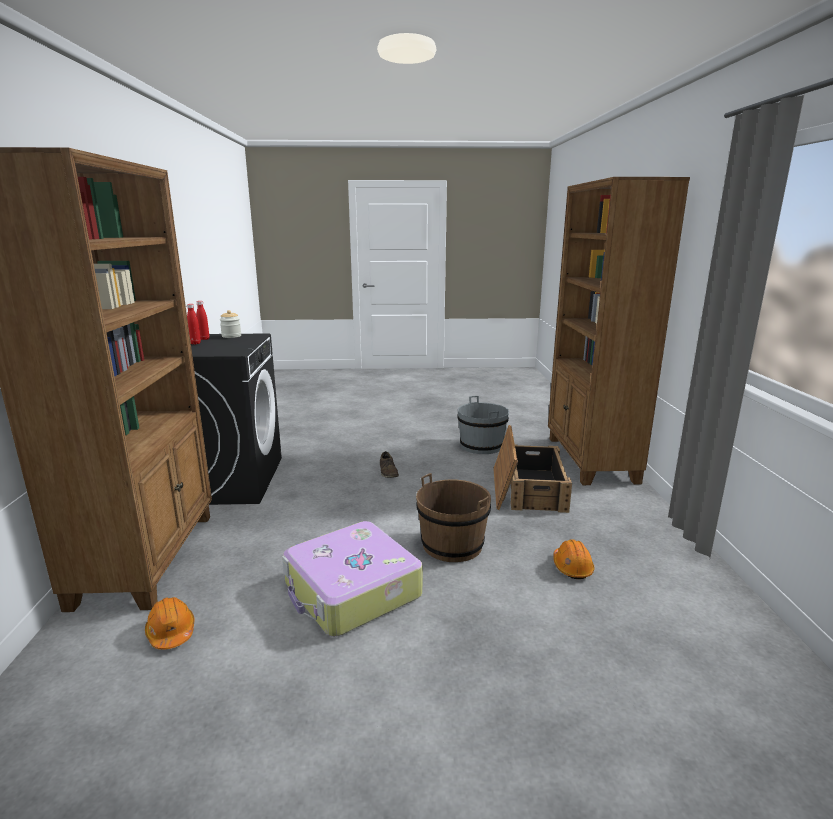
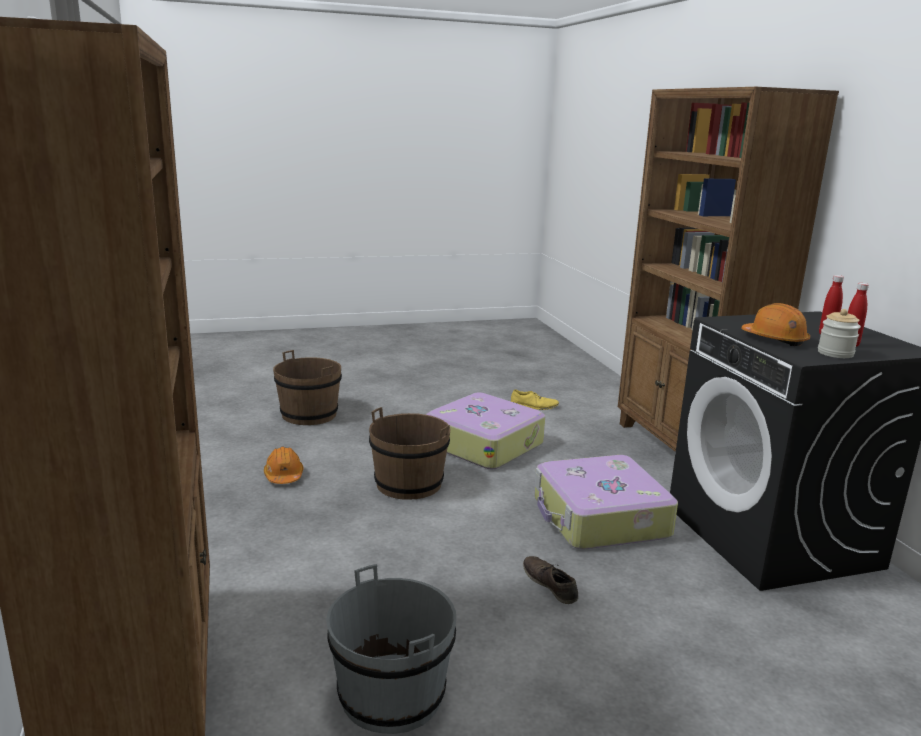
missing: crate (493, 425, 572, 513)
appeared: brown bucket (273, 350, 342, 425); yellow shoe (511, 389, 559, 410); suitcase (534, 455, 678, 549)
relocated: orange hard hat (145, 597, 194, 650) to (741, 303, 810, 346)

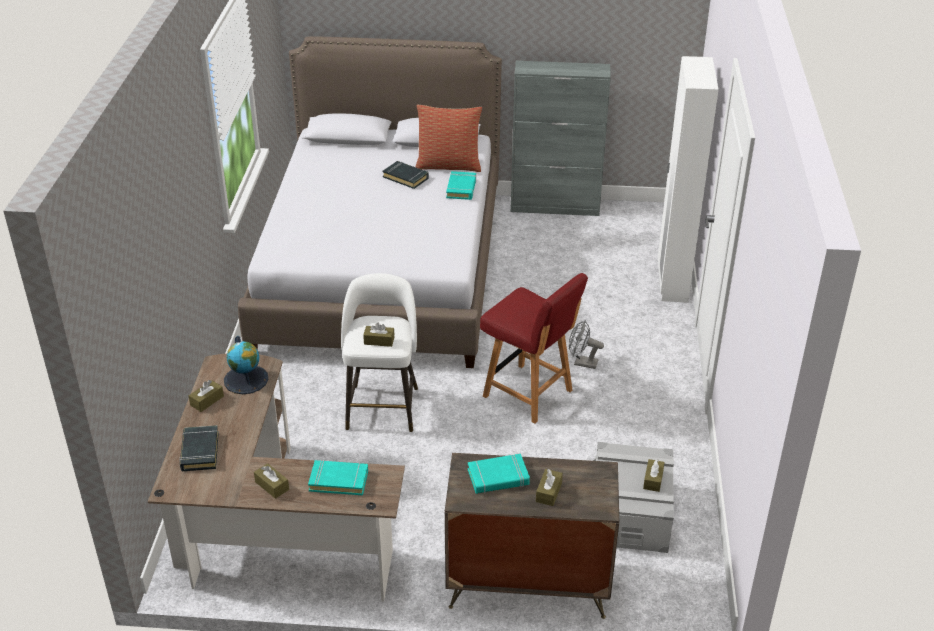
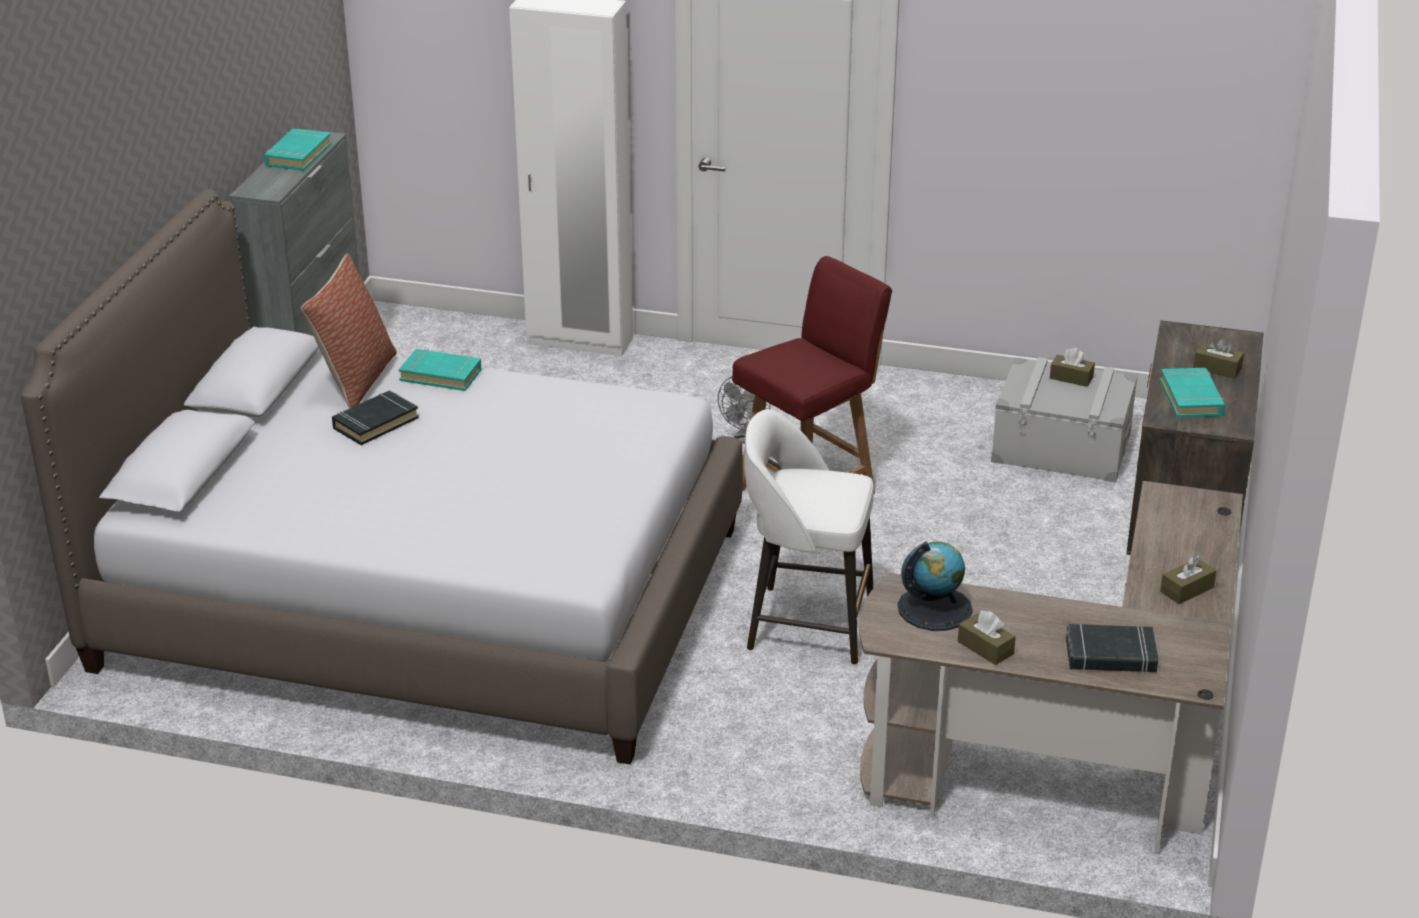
missing: brown tissue box (363, 323, 394, 347)
relocated: turquoise book (308, 460, 368, 495) to (264, 129, 331, 171)

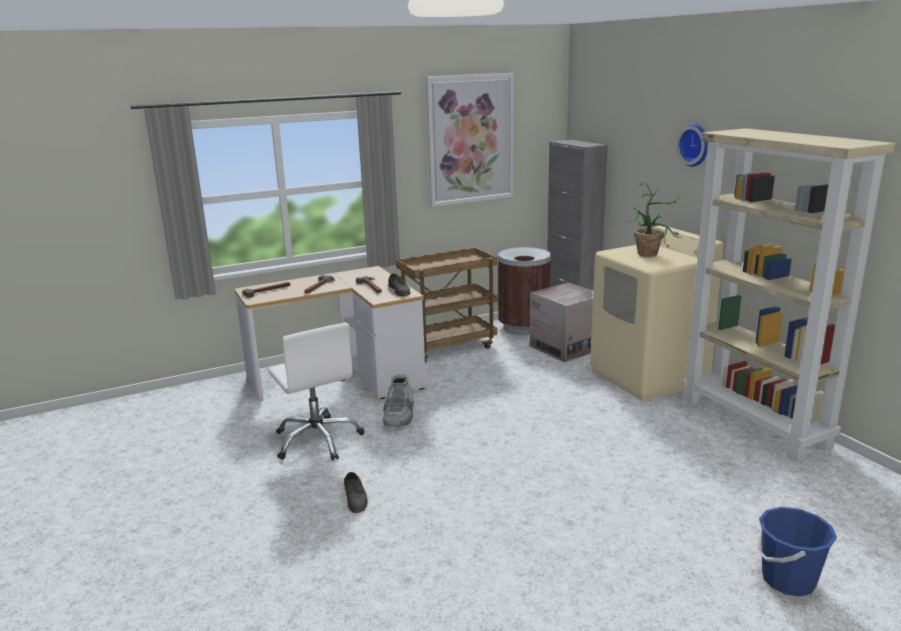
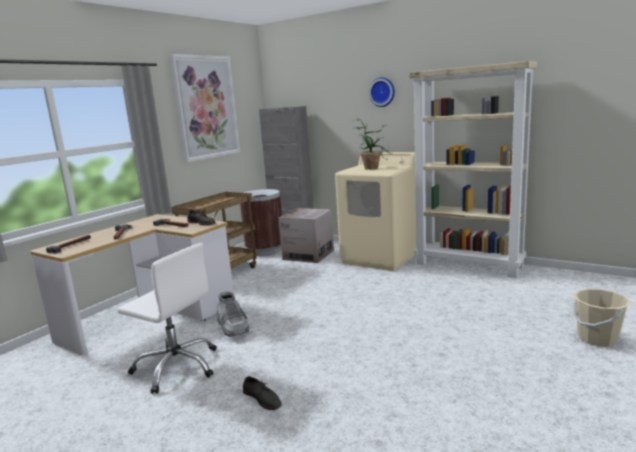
colour: blue bucket (757, 507, 837, 596) to beige bucket (573, 289, 631, 347)

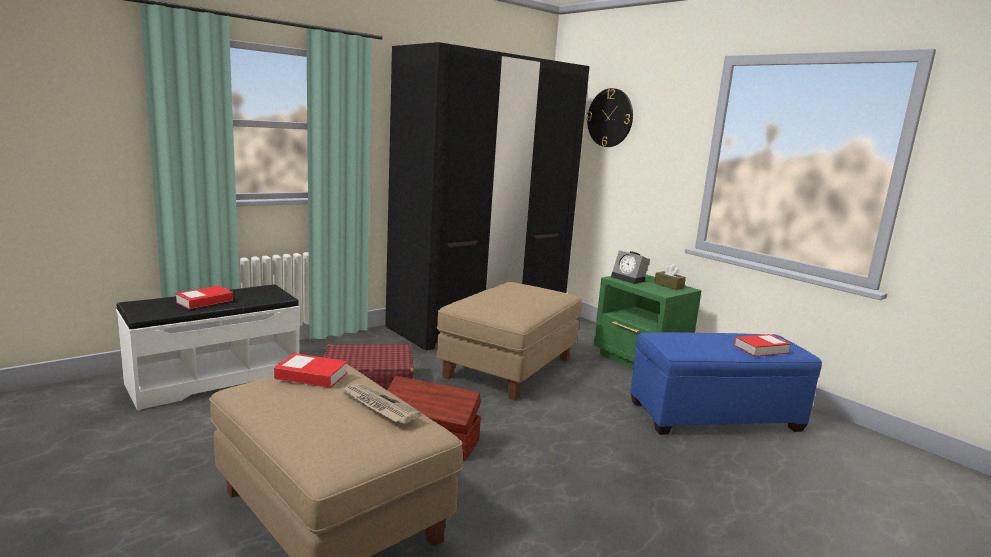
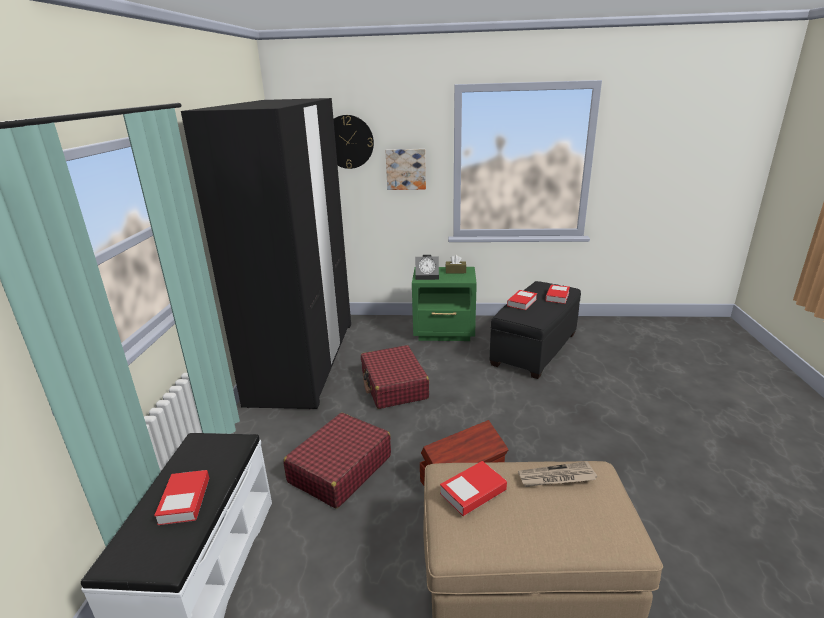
appeared: picture (386, 149, 426, 190); book (507, 290, 537, 310)
exchanged: beige ottoman (437, 282, 582, 400) to red suitcase (361, 345, 429, 409)
colour: blue ottoman (630, 332, 822, 435) to black ottoman (490, 281, 581, 379)

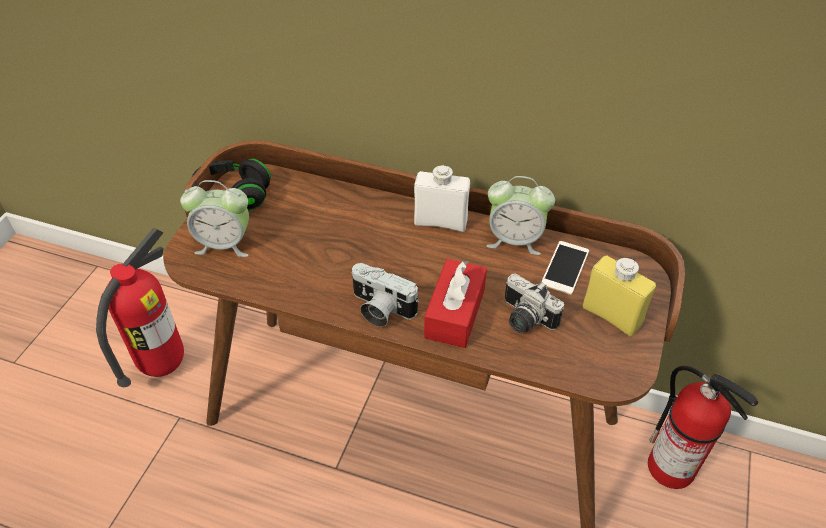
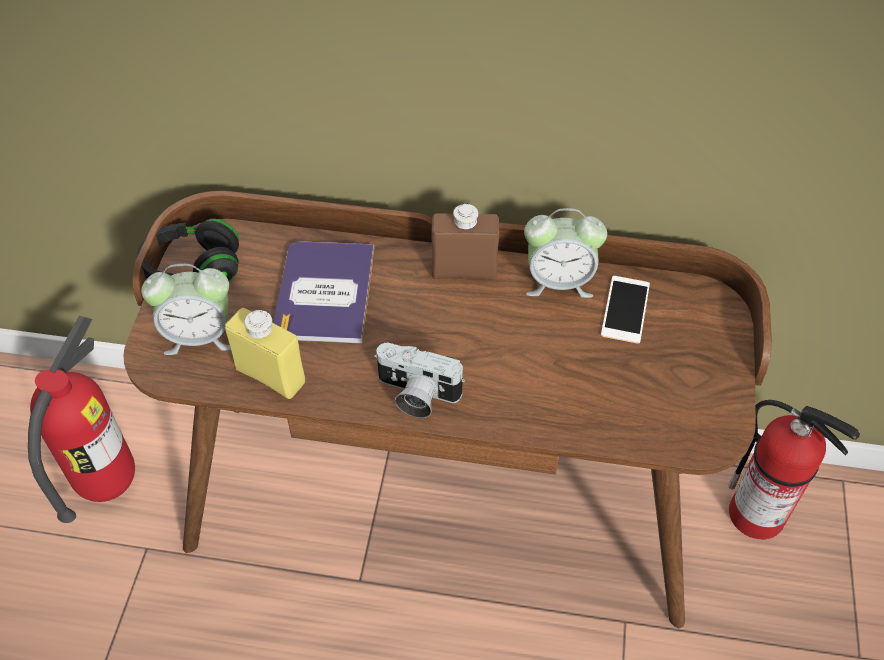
missing: red tissue box (424, 259, 487, 348); photo camera (505, 274, 564, 333)
appeared: book (273, 241, 374, 344)
relocated: yellow bottle (583, 256, 656, 337) to (225, 308, 305, 399)
colour: white bottle (414, 165, 470, 232) to brown bottle (431, 203, 499, 280)

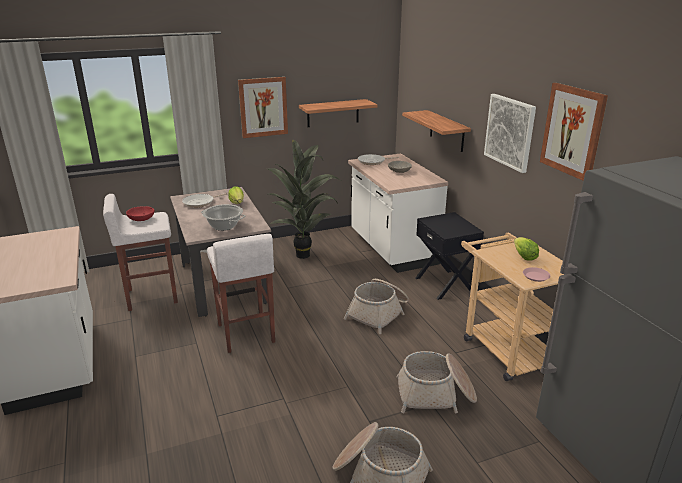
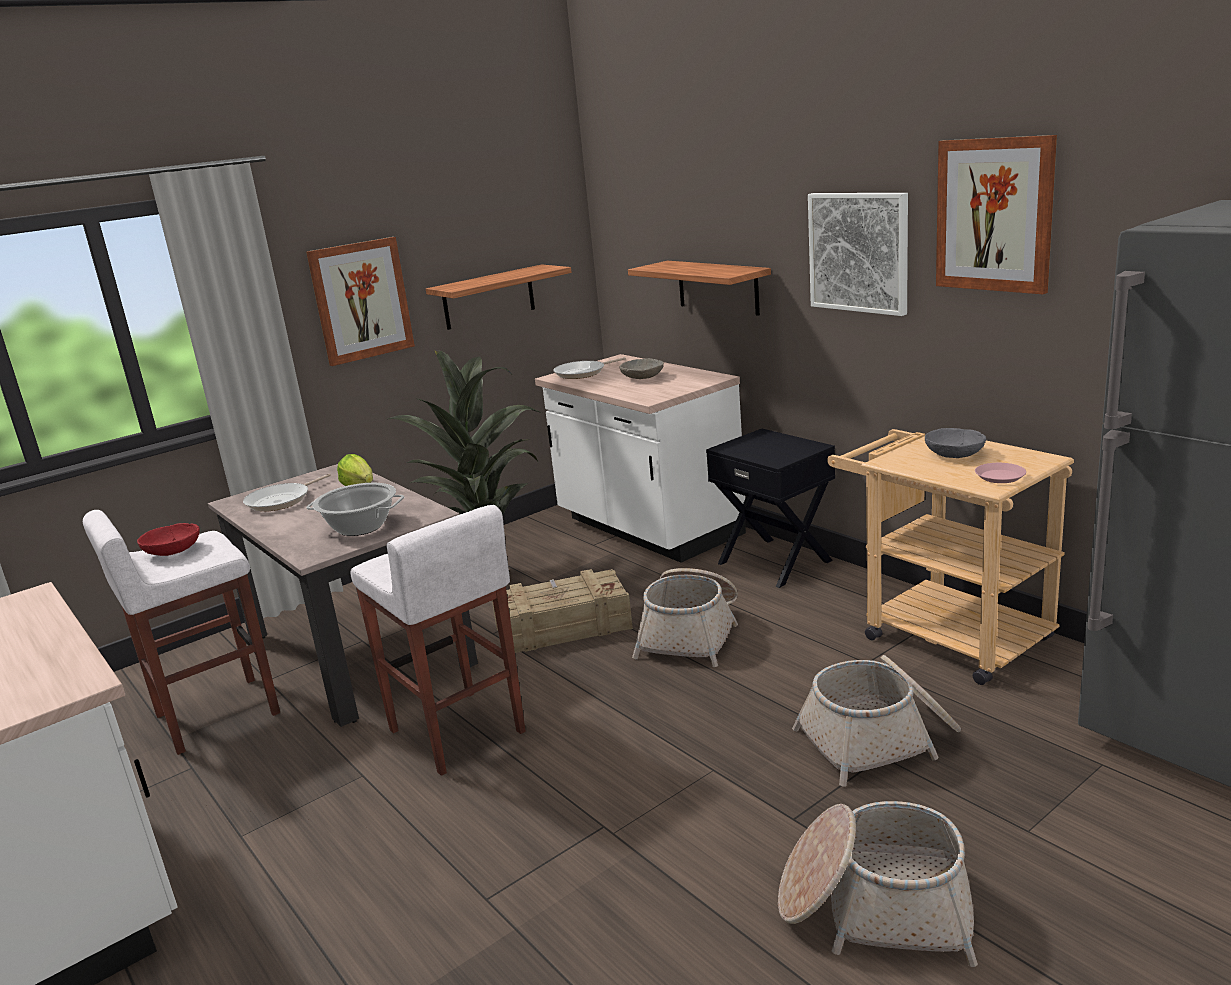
appeared: crate (492, 569, 633, 653)
exchanged: lettuce (514, 237, 539, 261) to grey bowl (925, 428, 986, 458)

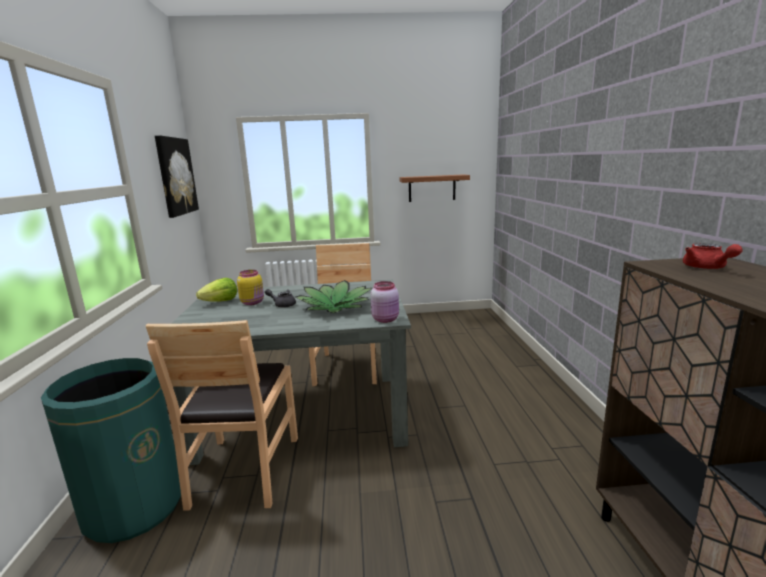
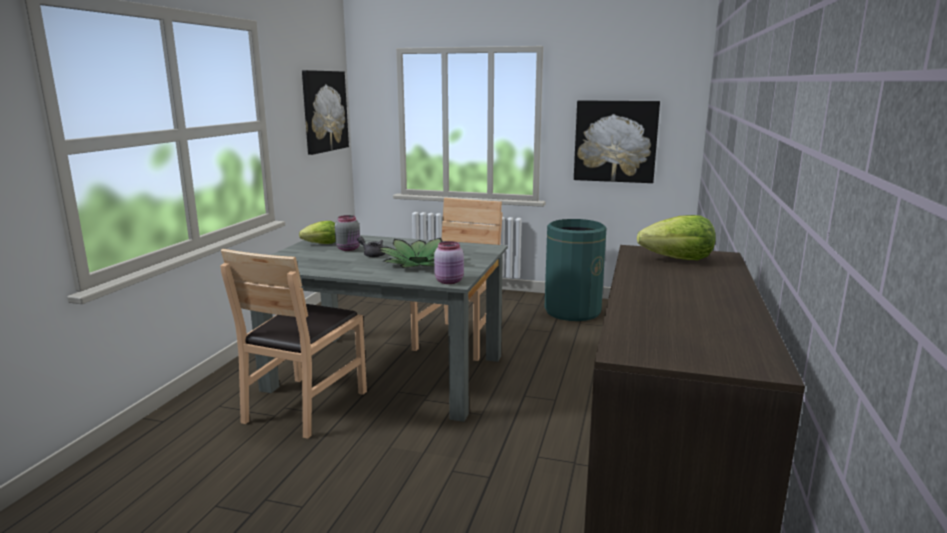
relocated: green trash can (41, 358, 181, 543) to (545, 219, 607, 321)
exchanged: shelf (399, 174, 470, 202) to picture (574, 100, 660, 183); red teapot (683, 243, 743, 269) to lettuce (637, 215, 716, 260)
colour: yellow jar (237, 270, 264, 305) to grey jar (335, 215, 360, 251)

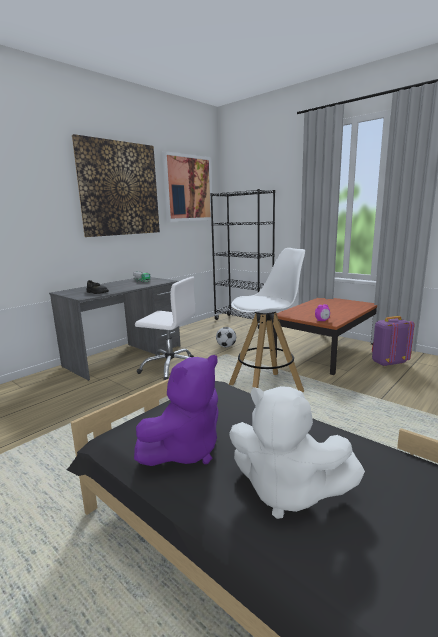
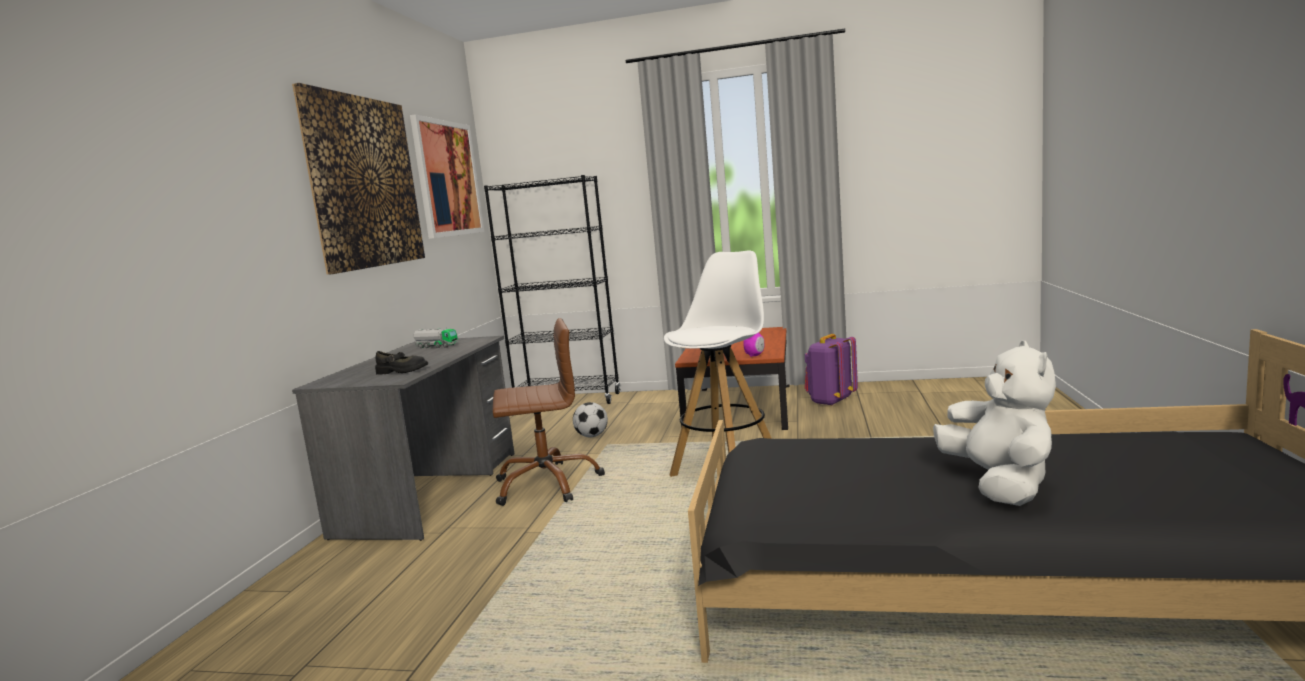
missing: purple plush toy (134, 355, 219, 466)
colour: white office chair (135, 276, 195, 380) to brown office chair (493, 318, 605, 506)
spun: white plush toy (229, 386, 365, 519) = (933, 341, 1056, 506) 90 degrees counterclockwise

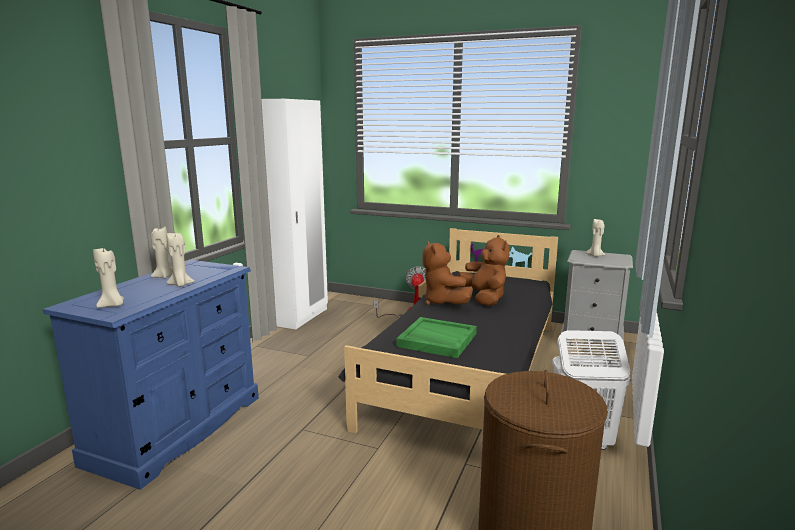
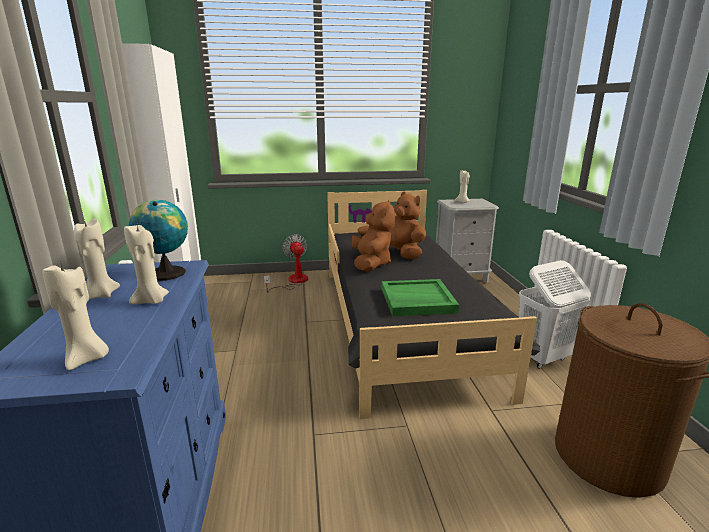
appeared: globe (129, 200, 188, 281)
spun: brown plush toy (422, 241, 473, 305) = (351, 200, 395, 272) 135 degrees counterclockwise

